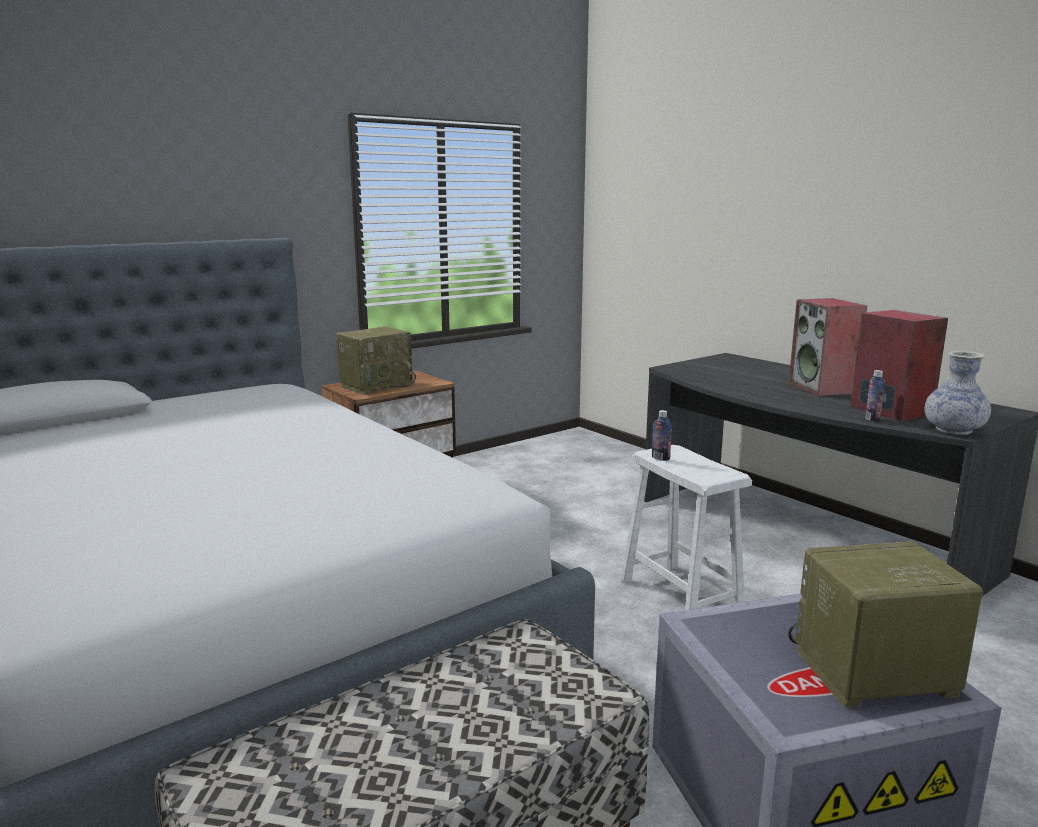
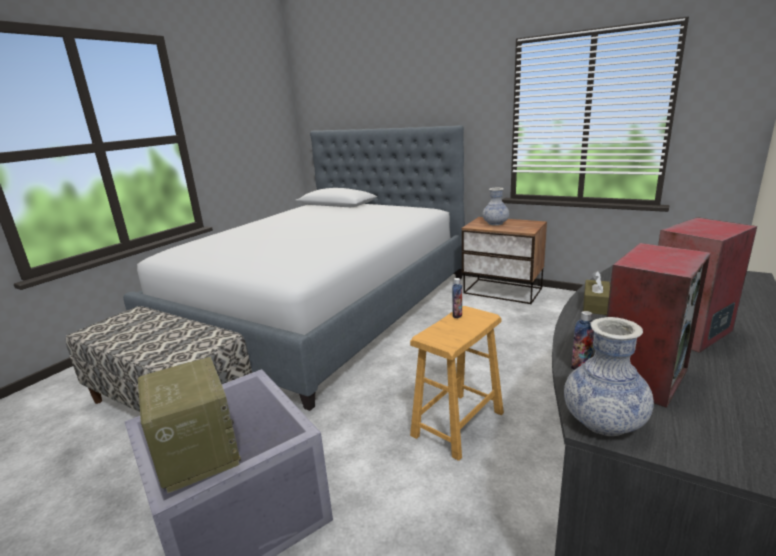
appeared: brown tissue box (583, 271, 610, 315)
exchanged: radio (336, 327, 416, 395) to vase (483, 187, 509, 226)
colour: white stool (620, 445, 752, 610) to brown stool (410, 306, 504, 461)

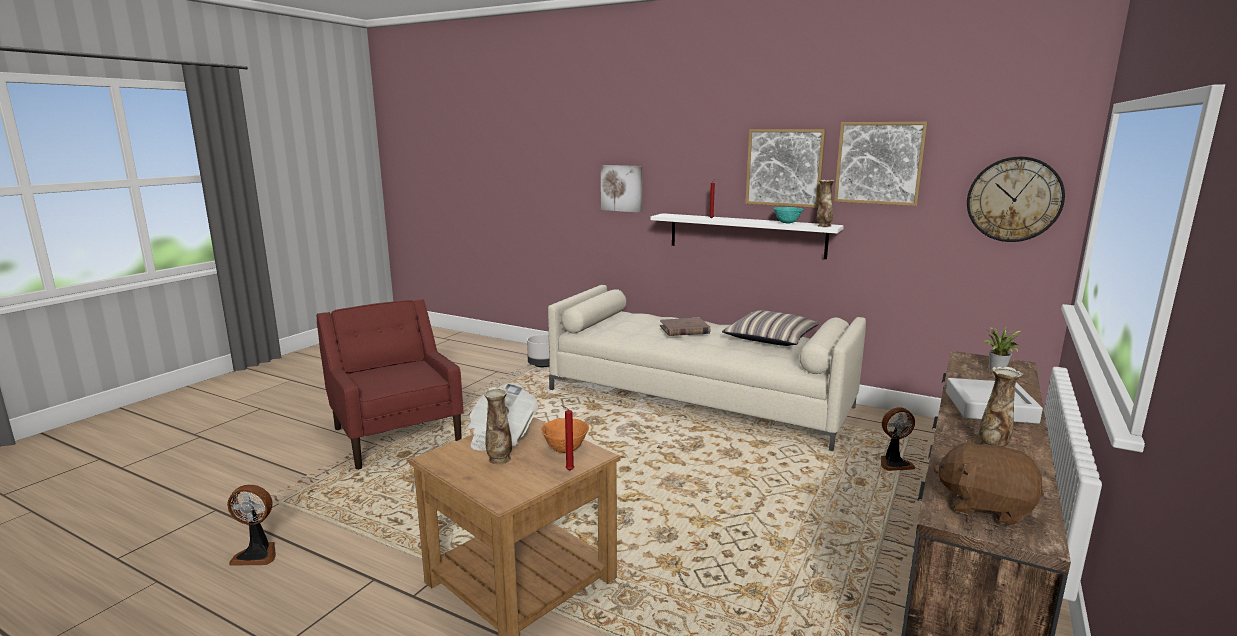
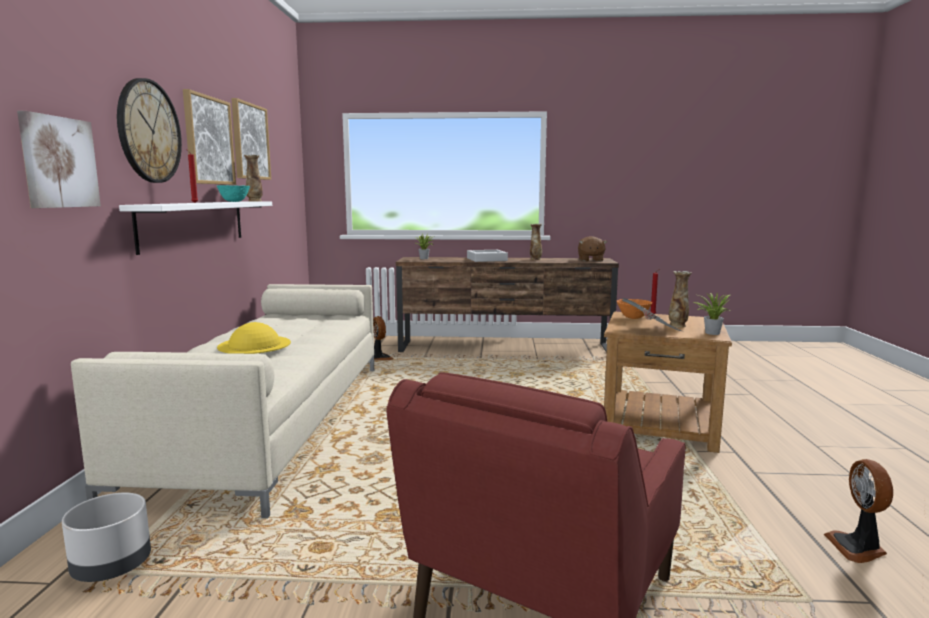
missing: pillow (722, 310, 819, 346)
appeared: potted plant (694, 293, 730, 335)
relocated: wall clock (967, 157, 1065, 242) to (117, 78, 182, 183)
exchanged: brown book (660, 318, 710, 336) to yellow hat (217, 322, 291, 354)
spun: fan (227, 484, 276, 566) = (824, 459, 893, 563) 150 degrees counterclockwise

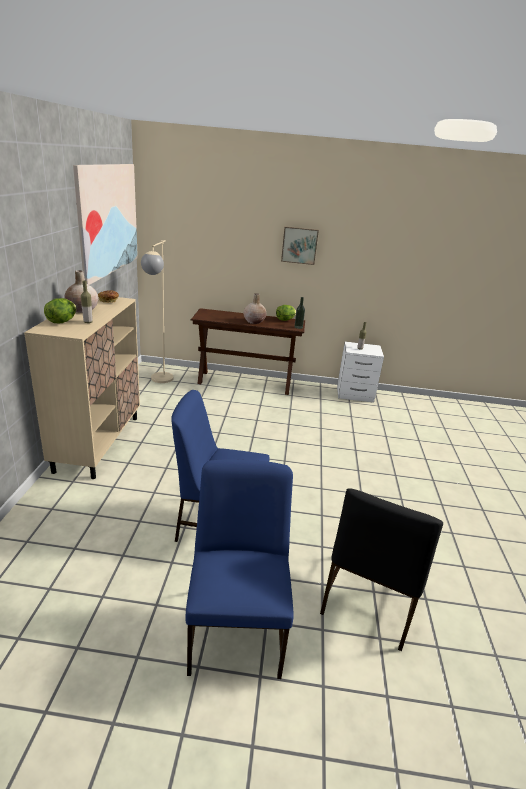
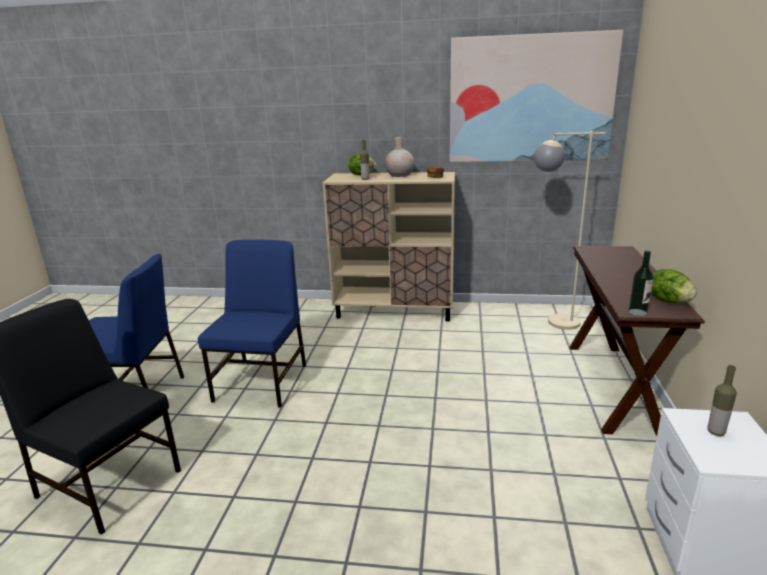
missing: beige vase (243, 293, 266, 324); picture (281, 226, 319, 265)

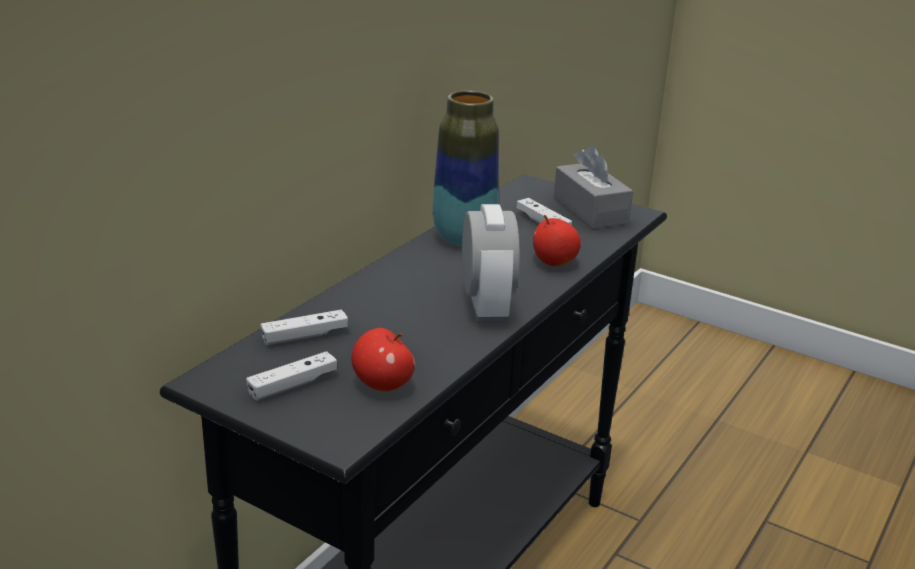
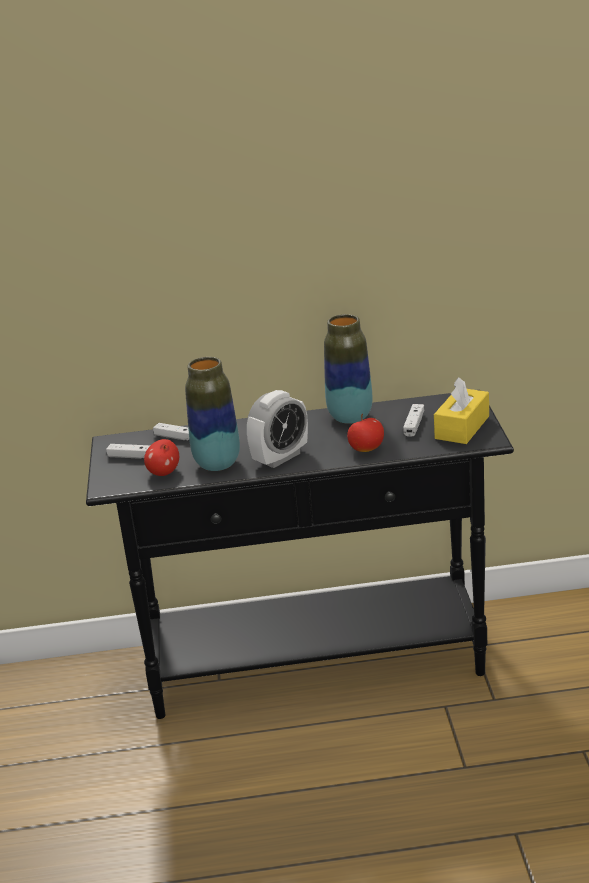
appeared: vase (185, 357, 240, 471)
colour: grey tissue box (554, 145, 633, 229) to yellow tissue box (434, 377, 489, 444)

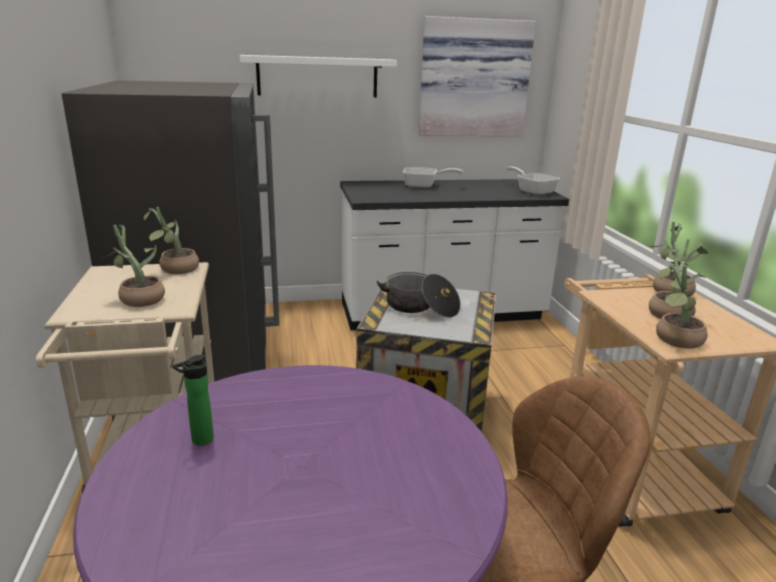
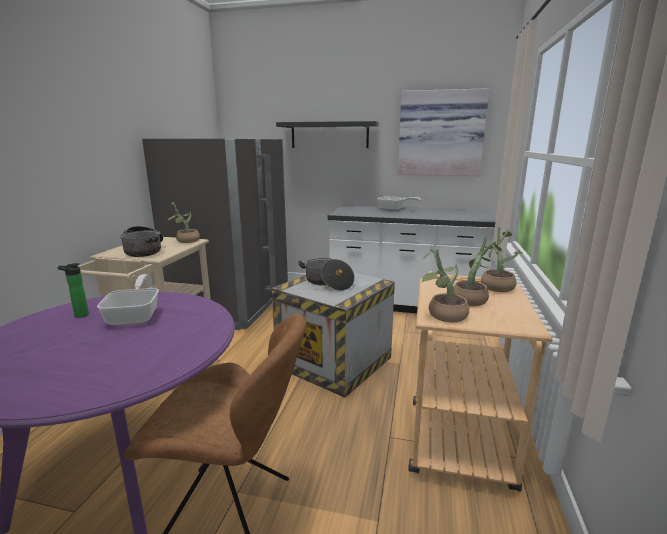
relocated: frying pan (506, 167, 560, 195) to (97, 274, 159, 326)
exchanged: potted plant (100, 225, 165, 307) to cooking pot (120, 226, 163, 257)
colour: white shelf (240, 55, 397, 97) to black shelf (276, 121, 378, 148)

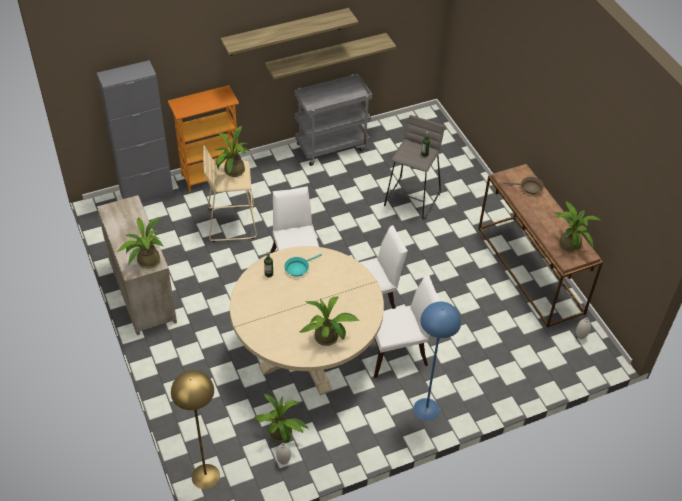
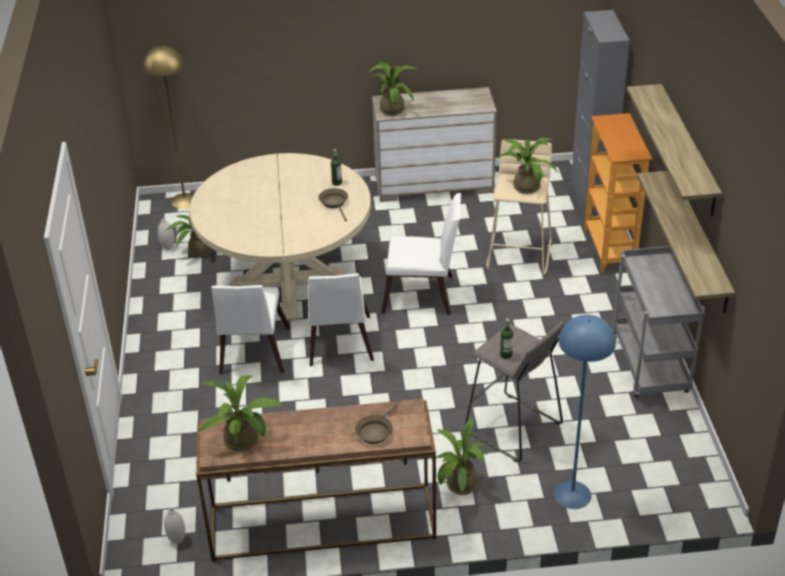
relocated: potted plant (299, 297, 359, 346) to (437, 416, 489, 495); blue floor lamp (413, 302, 461, 421) to (554, 315, 616, 509)
colour: turquoise frying pan (284, 254, 322, 277) to brown frying pan (318, 188, 348, 221)

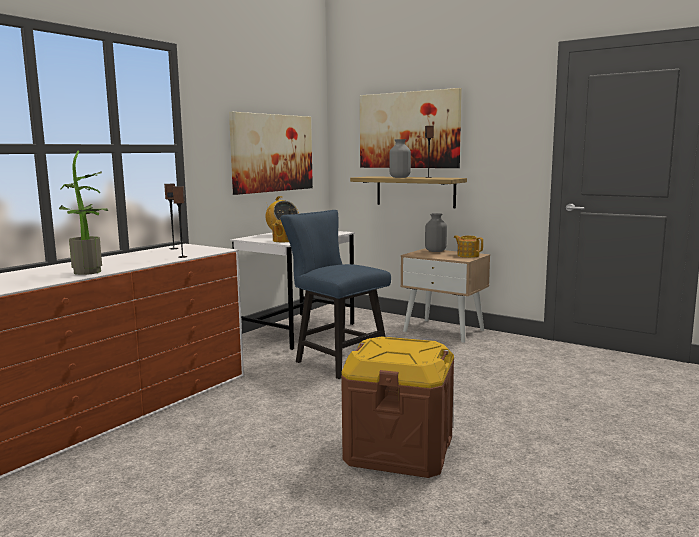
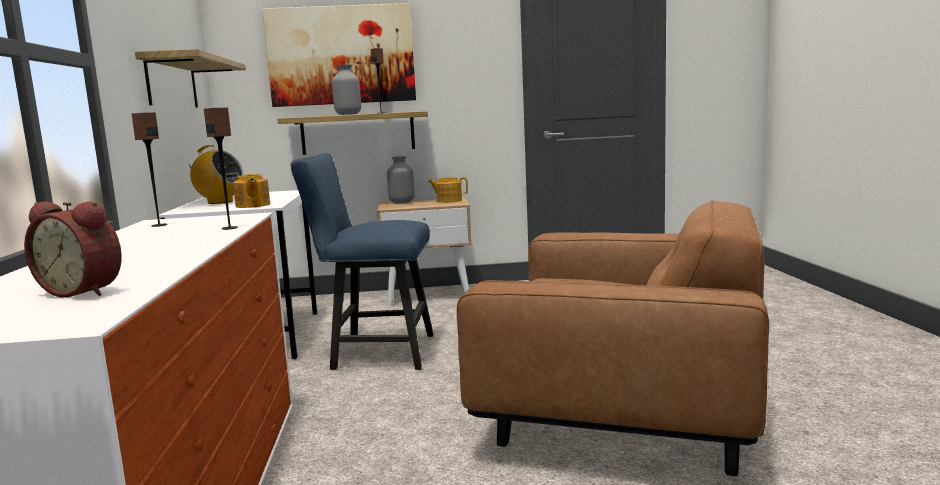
missing: potted plant (59, 150, 109, 275)
appeared: alarm clock (24, 202, 122, 298)
exchanged: picture (229, 112, 313, 195) to shelf (135, 49, 246, 108); brown storage box (341, 336, 454, 478) to brown armchair (457, 200, 769, 476)

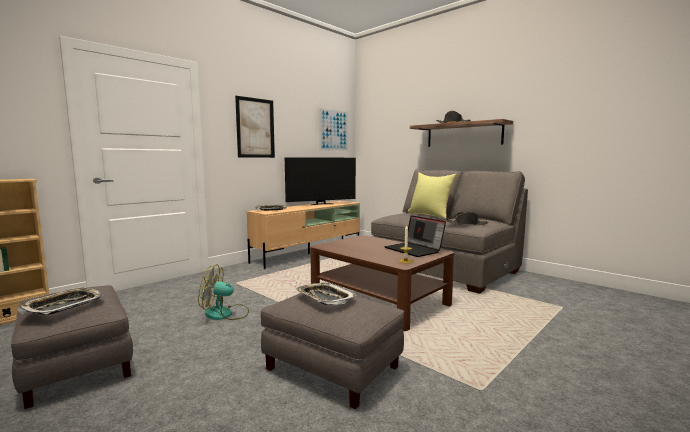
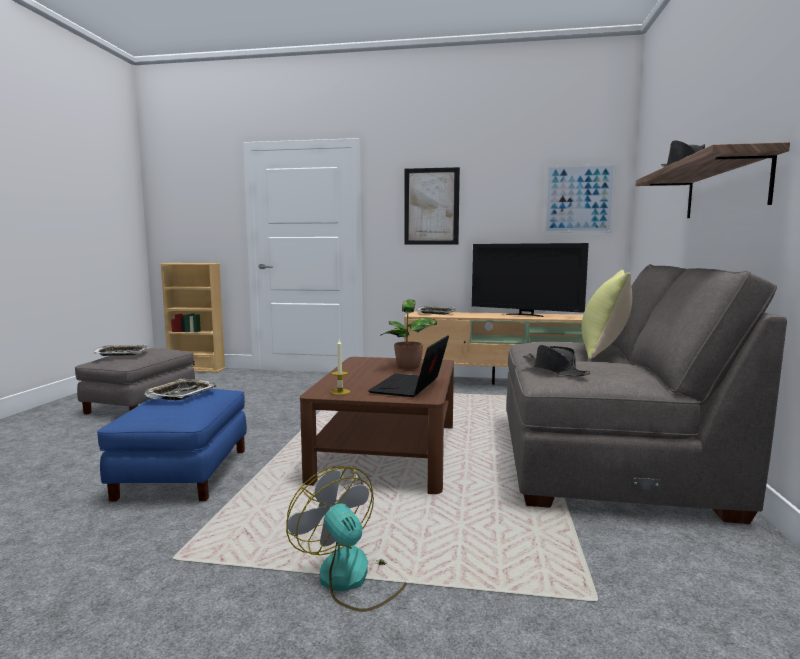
appeared: potted plant (380, 299, 437, 369)
relocated: fan (198, 264, 249, 320) to (286, 466, 407, 612)
colour: grey ottoman (261, 293, 404, 409) to blue ottoman (97, 389, 247, 501)

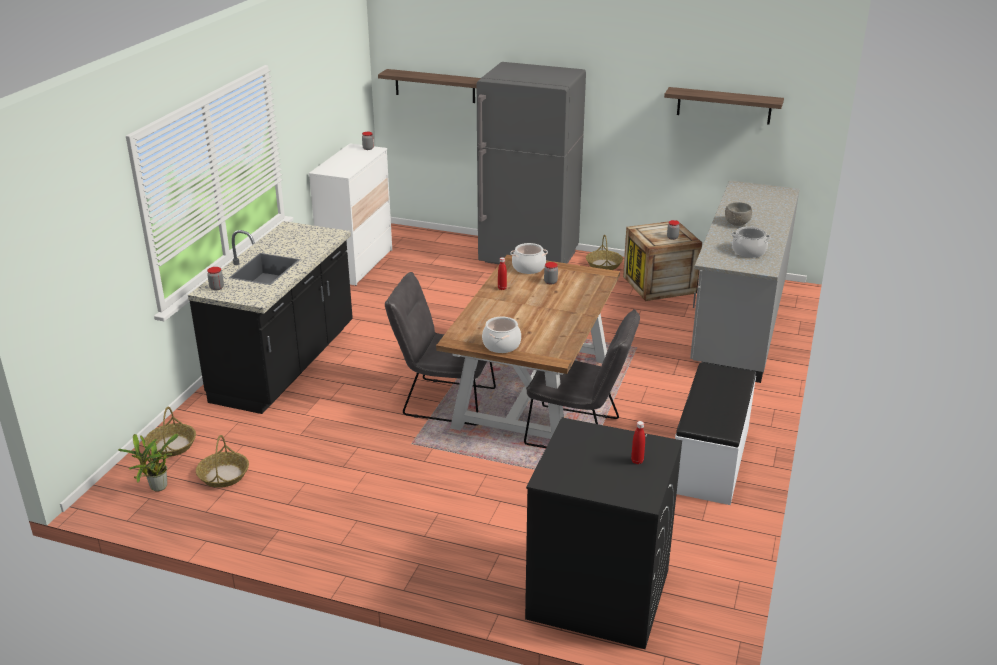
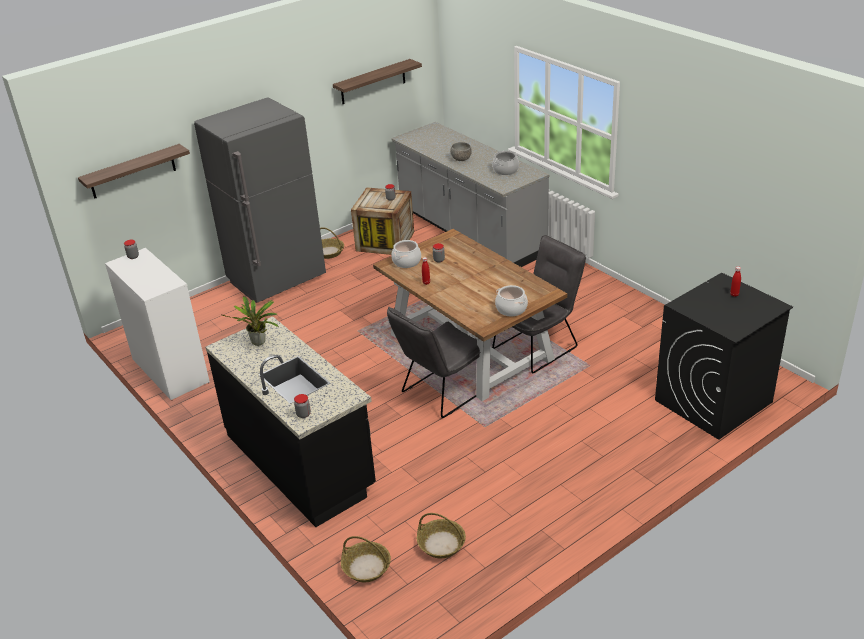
missing: white bench (675, 362, 756, 505)
relocated: potted plant (118, 434, 179, 492) to (222, 296, 279, 346)

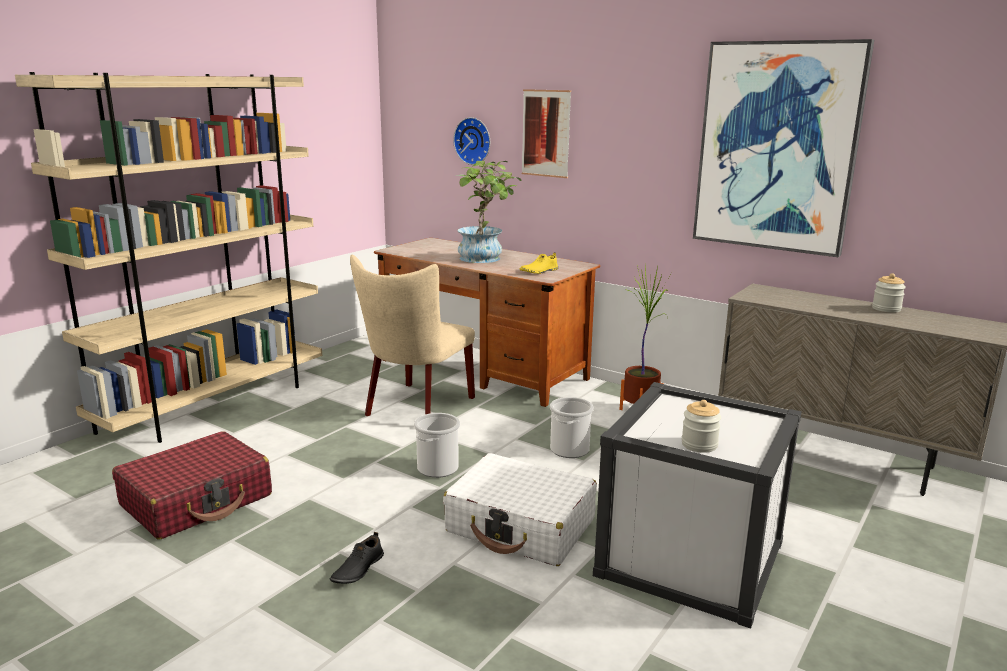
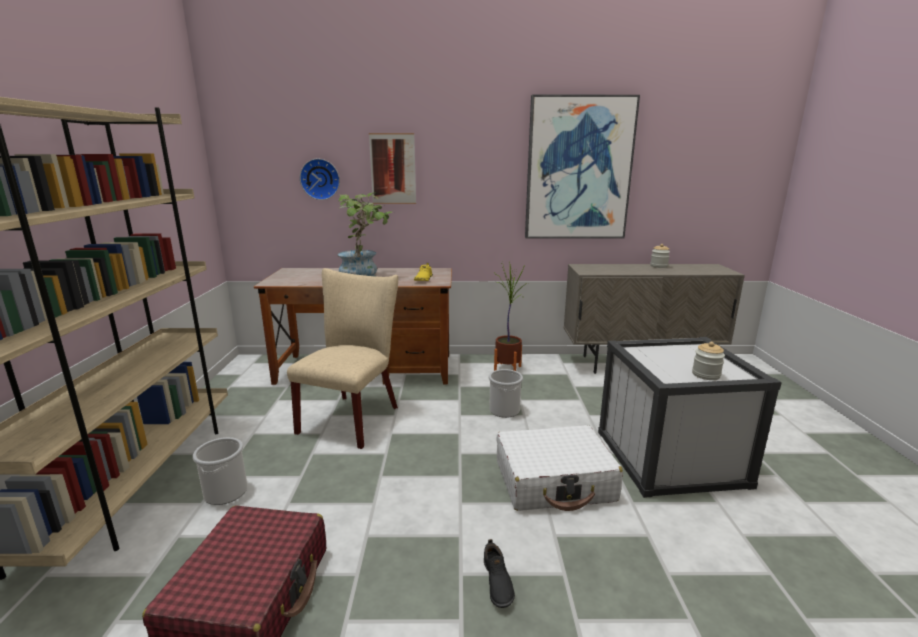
relocated: bucket (414, 413, 460, 478) to (193, 437, 248, 505)
spun: beige chair (350, 254, 475, 416) = (287, 268, 398, 449) 150 degrees counterclockwise

